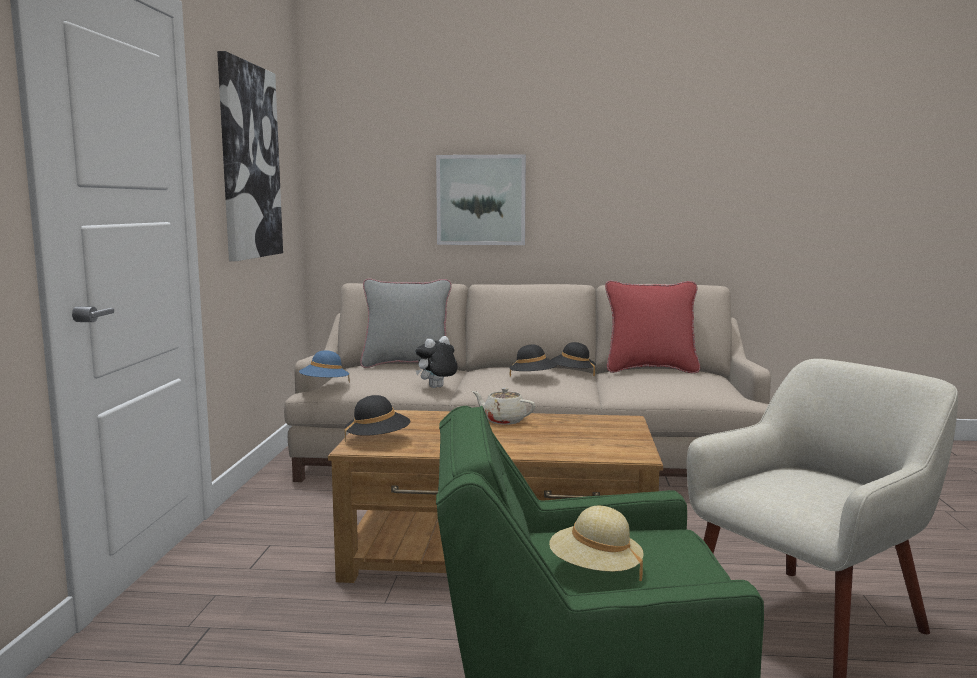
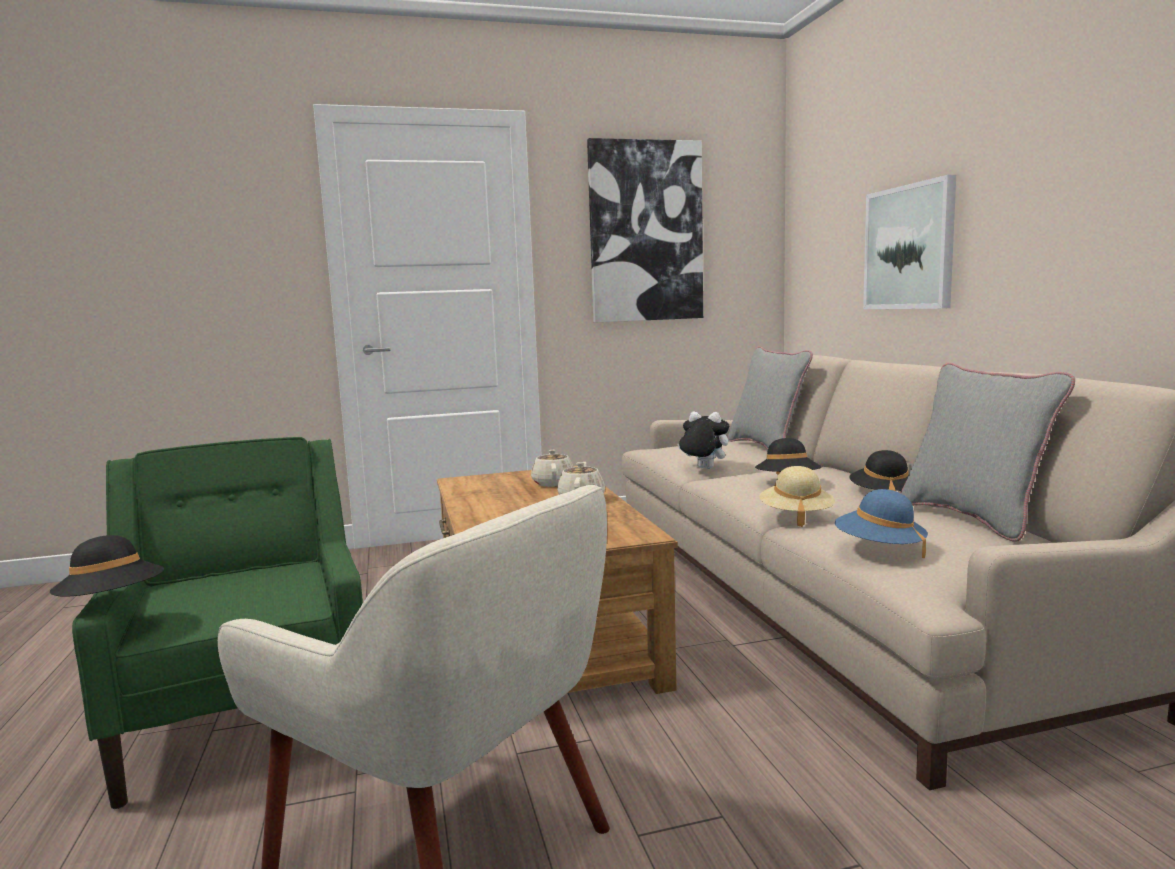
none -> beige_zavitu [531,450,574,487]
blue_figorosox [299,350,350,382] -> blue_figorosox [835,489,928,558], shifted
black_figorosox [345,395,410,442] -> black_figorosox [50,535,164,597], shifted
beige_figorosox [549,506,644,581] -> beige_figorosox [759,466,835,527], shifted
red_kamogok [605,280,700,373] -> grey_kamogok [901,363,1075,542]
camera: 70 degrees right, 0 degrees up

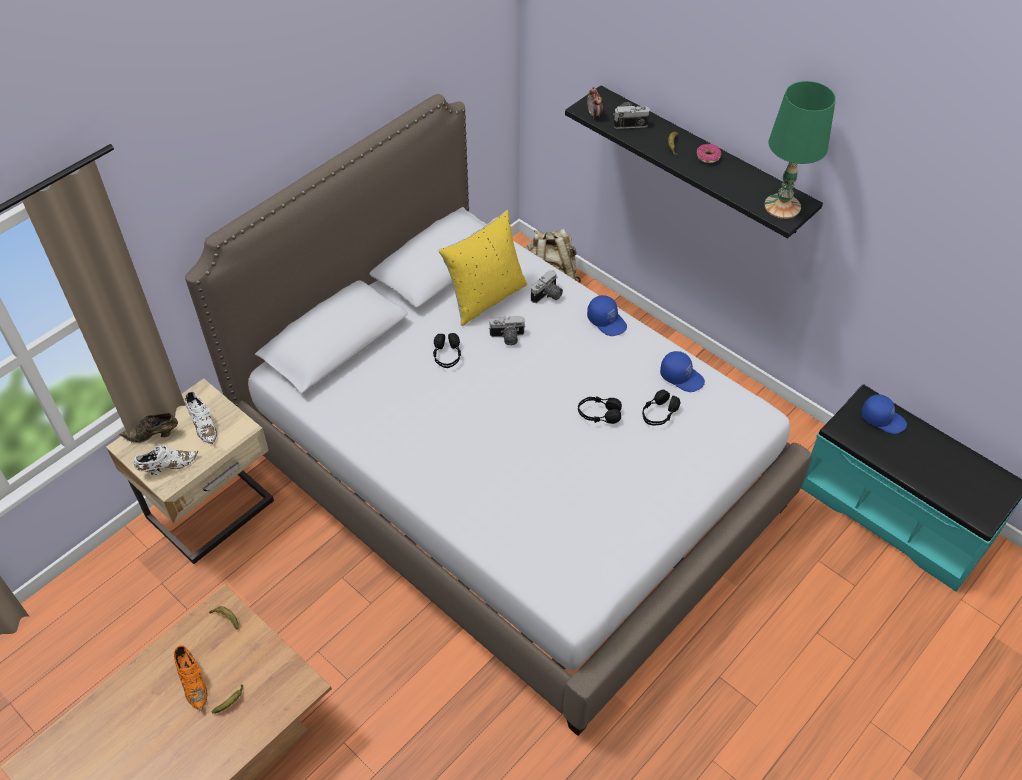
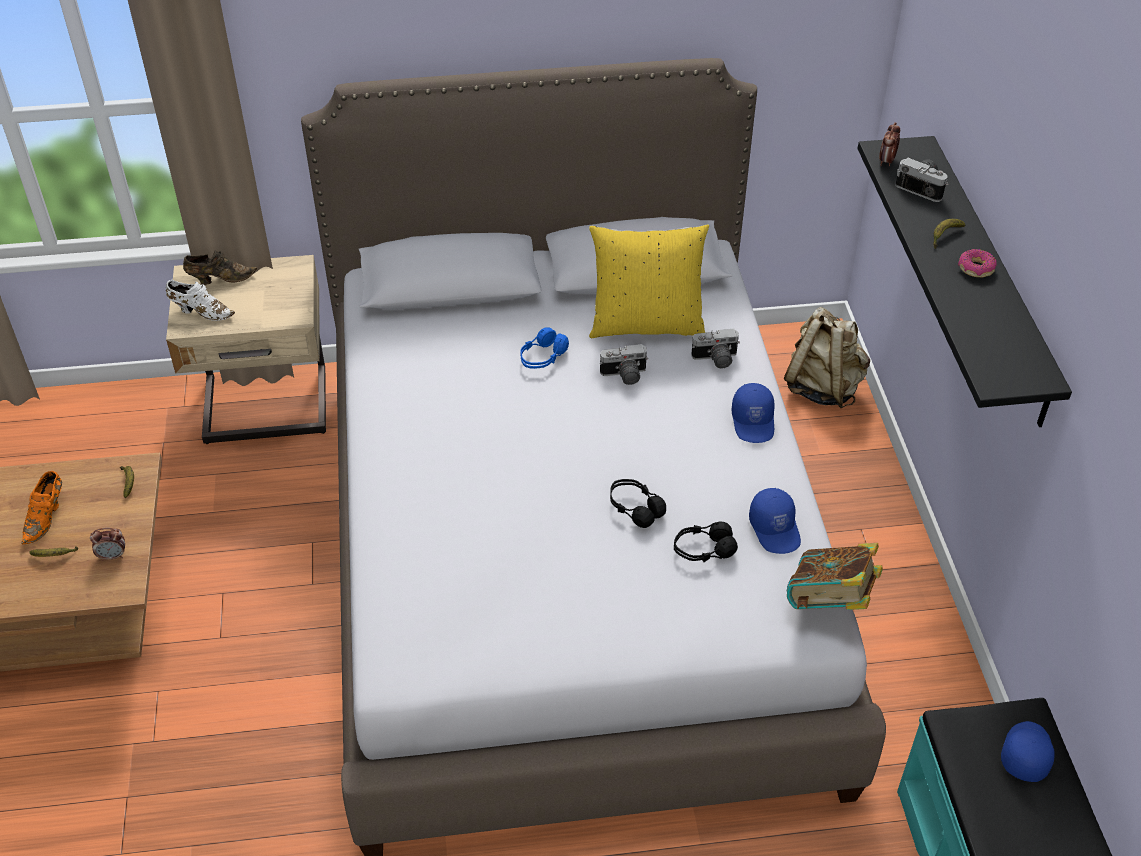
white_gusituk [185,391,217,444] -> none
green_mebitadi [764,81,836,219] -> none
none -> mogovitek [90,528,125,561]
none -> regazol [787,543,883,610]
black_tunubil [433,333,461,368] -> blue_tunubil [520,327,569,369]
brown_gusituk [119,413,178,443] -> brown_gusituk [183,250,257,285], 135 degrees clockwise
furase [489,316,526,346] -> furase [600,344,648,385], 45 degrees counterclockwise
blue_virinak [862,394,907,434] -> blue_virinak [1001,721,1055,782], 135 degrees counterclockwise
camera: 40 degrees right, 5 degrees down

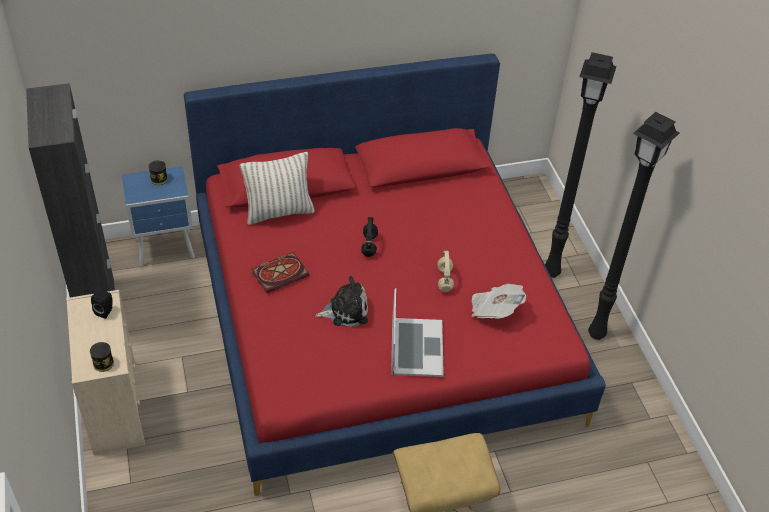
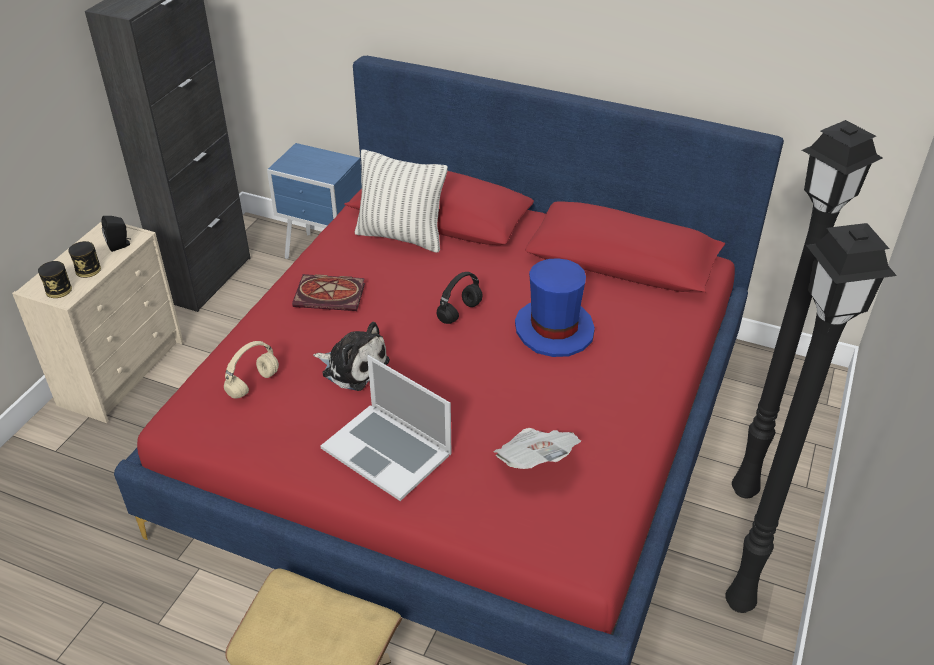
none -> blue_figorosox [515,258,595,357]
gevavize [149,160,168,185] -> gevavize [68,241,101,278], shifted
beige_tunubil [437,251,454,292] -> beige_tunubil [224,341,279,399], shifted
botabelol [391,288,444,377] -> botabelol [321,355,452,501], 90 degrees clockwise
camera: 40 degrees right, 5 degrees down

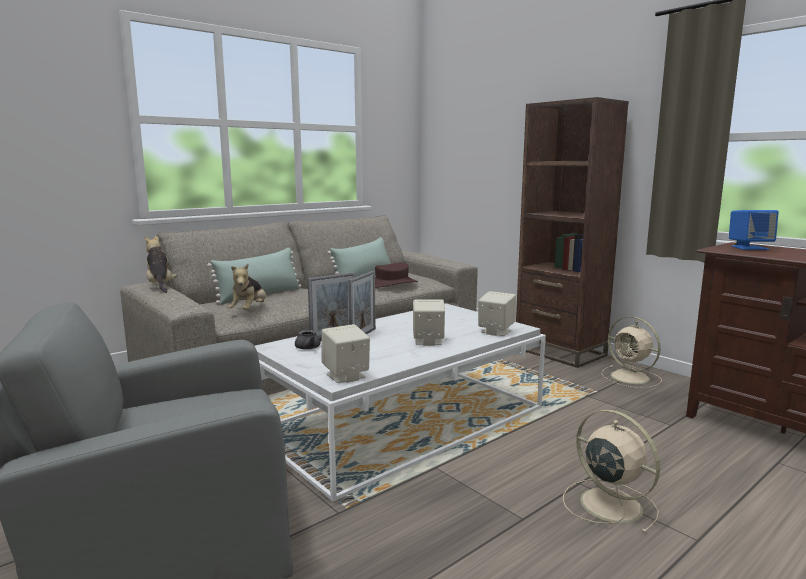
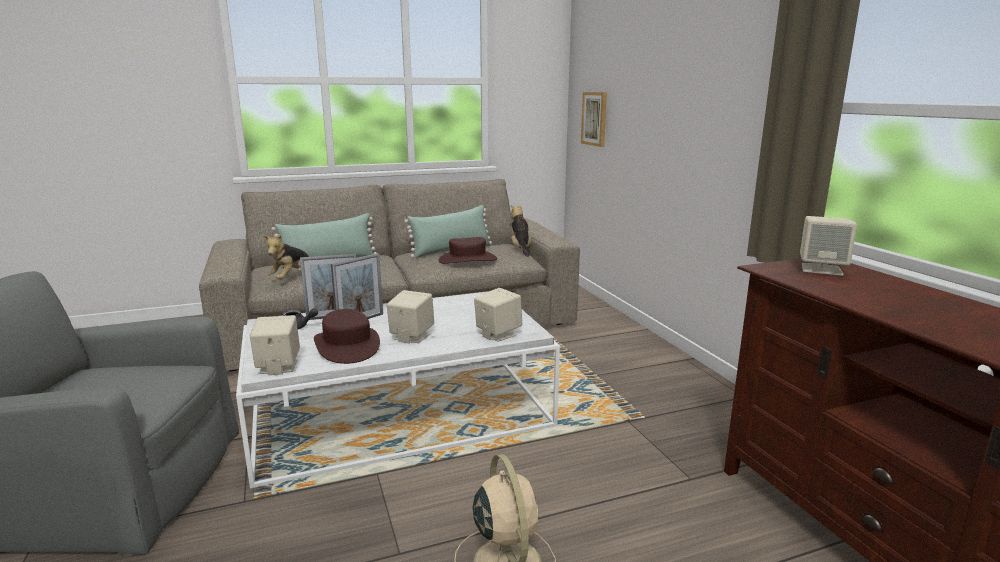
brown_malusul [516,97,629,368] -> none
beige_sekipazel [601,316,662,388] -> none
none -> brown_figorosox [314,309,380,364]
none -> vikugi [581,92,607,147]
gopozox [144,236,177,293] -> gopozox [510,204,532,257], shifted
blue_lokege [729,210,779,250] -> beige_lokege [800,216,857,276]
camera: 20 degrees right, 5 degrees up

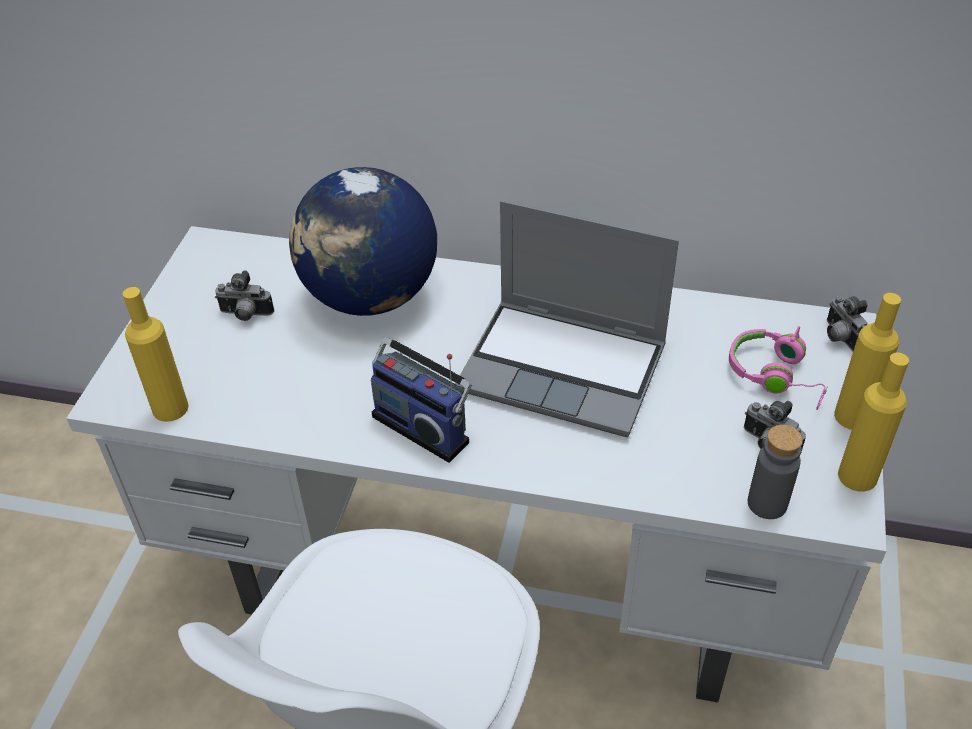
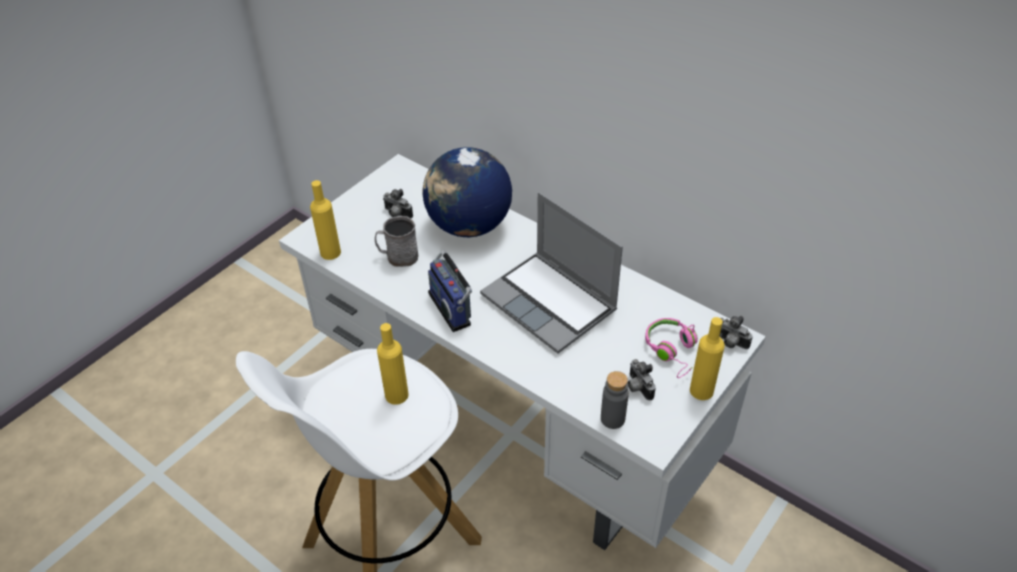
none -> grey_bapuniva [375,216,419,267]
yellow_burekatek [838,352,909,492] -> yellow_burekatek [377,323,409,405], shifted
furase [827,296,868,351] -> furase [719,316,753,349], 60 degrees counterclockwise
camera: 25 degrees right, 0 degrees up

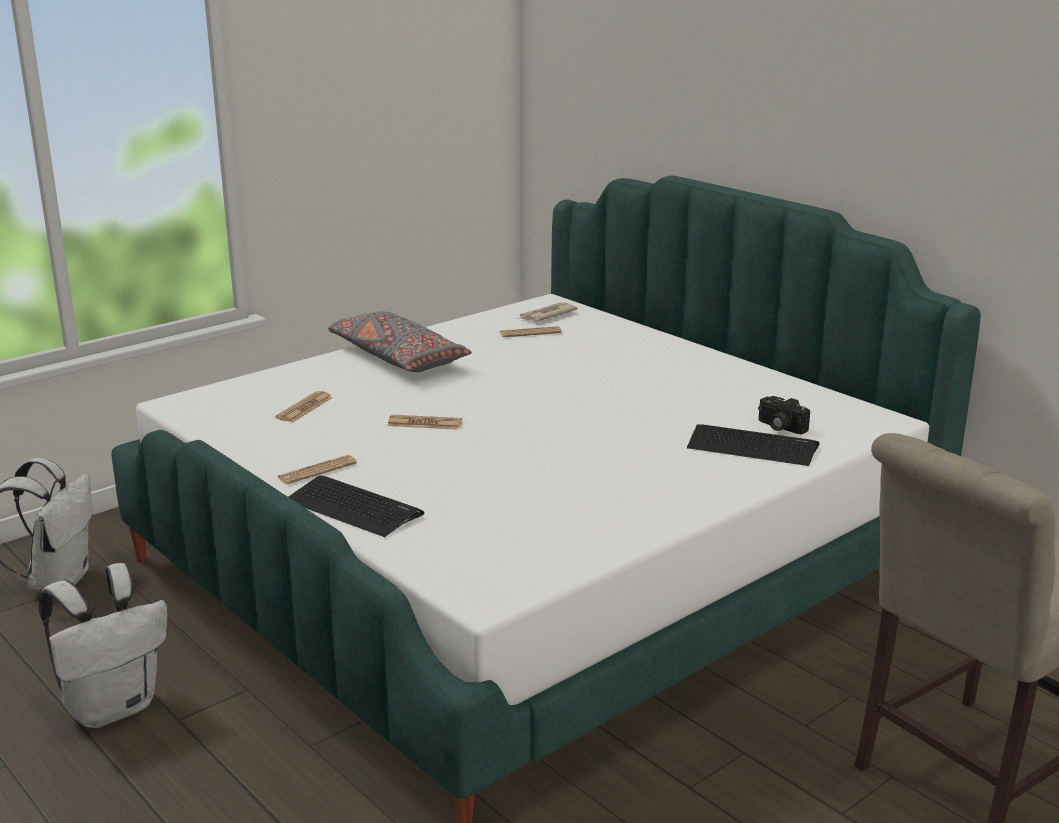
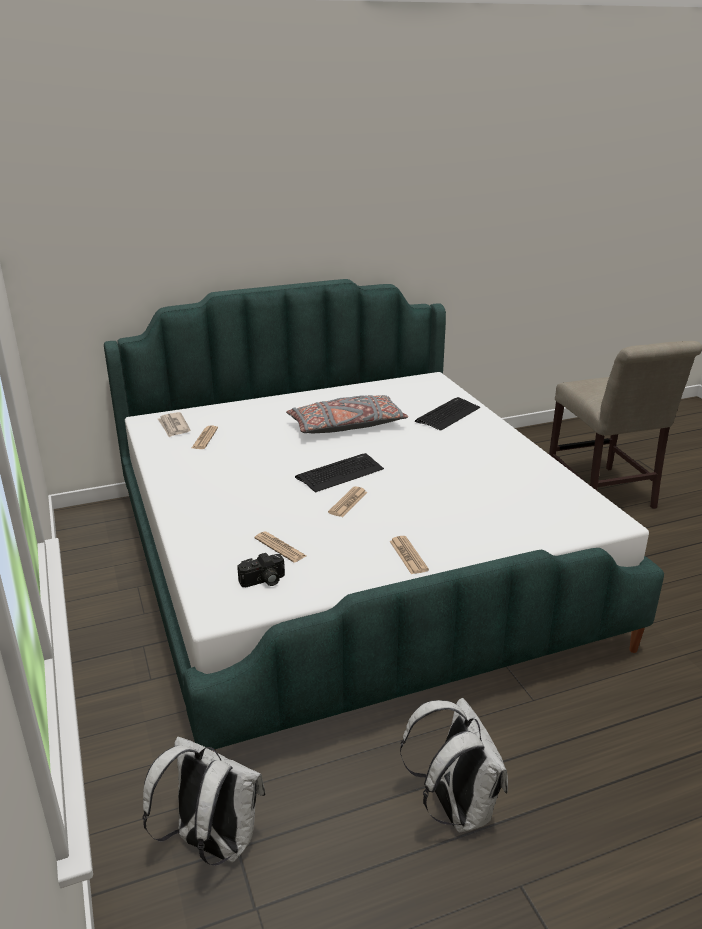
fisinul [288,476,424,537] -> fisinul [295,453,384,492], shifted
grey_kamogok [328,311,472,372] -> grey_kamogok [286,395,408,433], shifted
furase [758,396,810,434] -> furase [237,553,285,587], shifted
camera: 70 degrees left, 5 degrees up

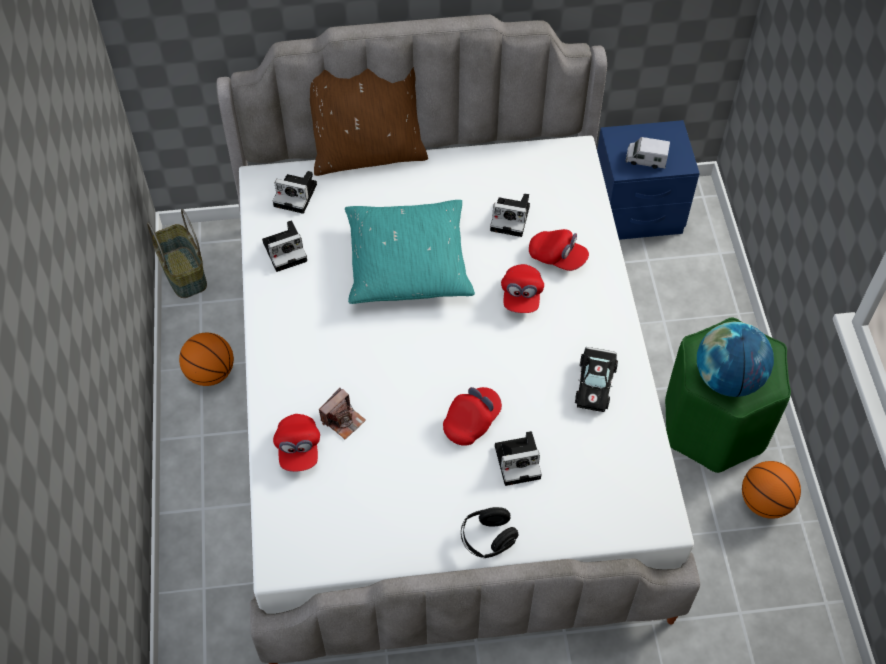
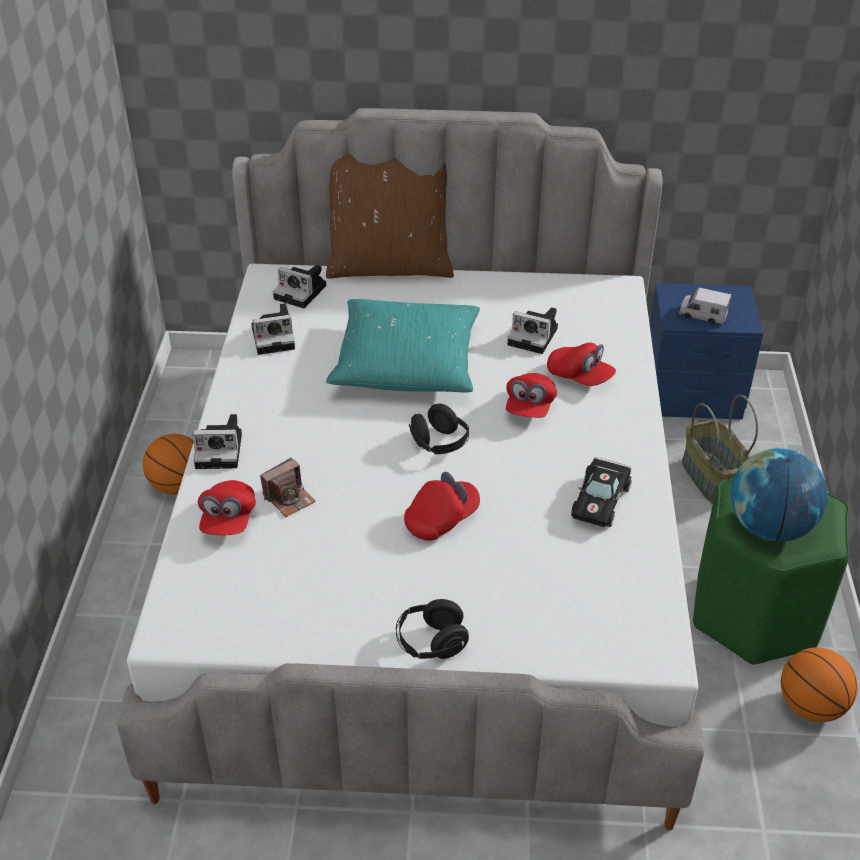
none -> black_tunubil [409,404,469,454]
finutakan [147,209,207,298] -> finutakan [682,395,758,504], shifted
furase [495,431,542,486] -> furase [192,414,242,469], shifted
camera: 10 degrees right, 15 degrees down

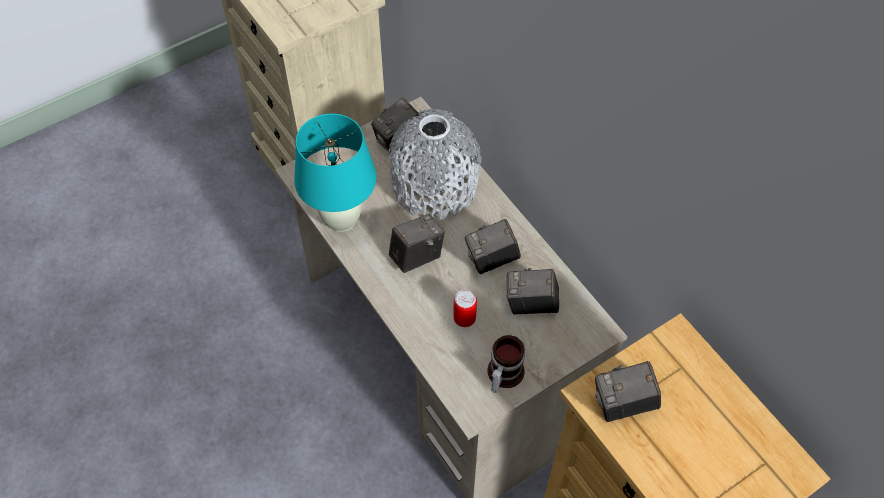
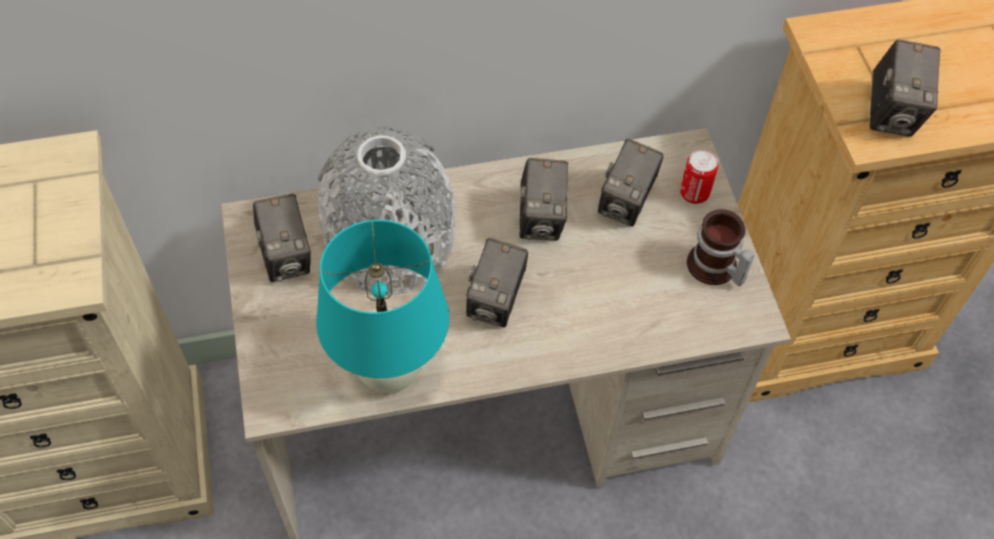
gevavize [453,290,477,327] -> gevavize [680,149,718,204], shifted
furase [389,214,445,273] -> furase [466,238,528,328], 150 degrees counterclockwise
camera: 70 degrees left, 0 degrees up

